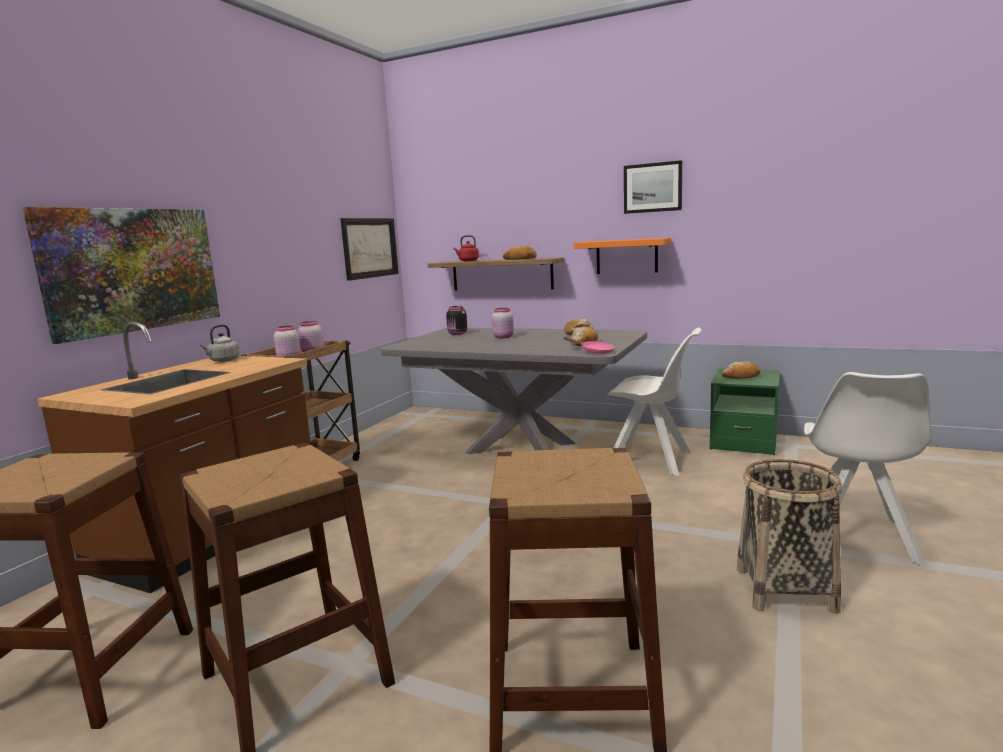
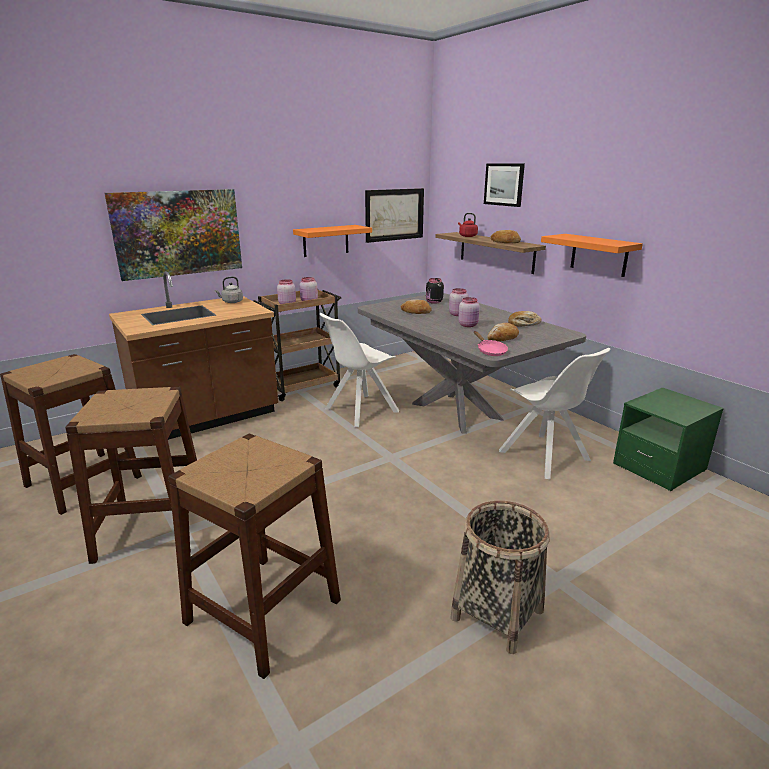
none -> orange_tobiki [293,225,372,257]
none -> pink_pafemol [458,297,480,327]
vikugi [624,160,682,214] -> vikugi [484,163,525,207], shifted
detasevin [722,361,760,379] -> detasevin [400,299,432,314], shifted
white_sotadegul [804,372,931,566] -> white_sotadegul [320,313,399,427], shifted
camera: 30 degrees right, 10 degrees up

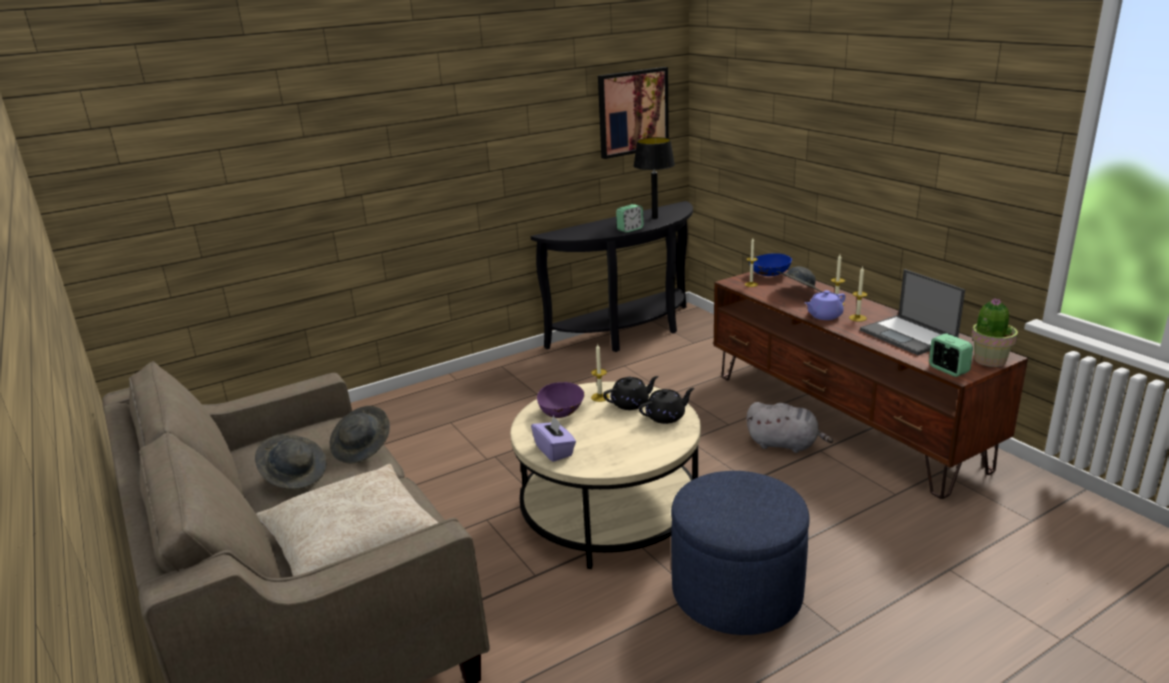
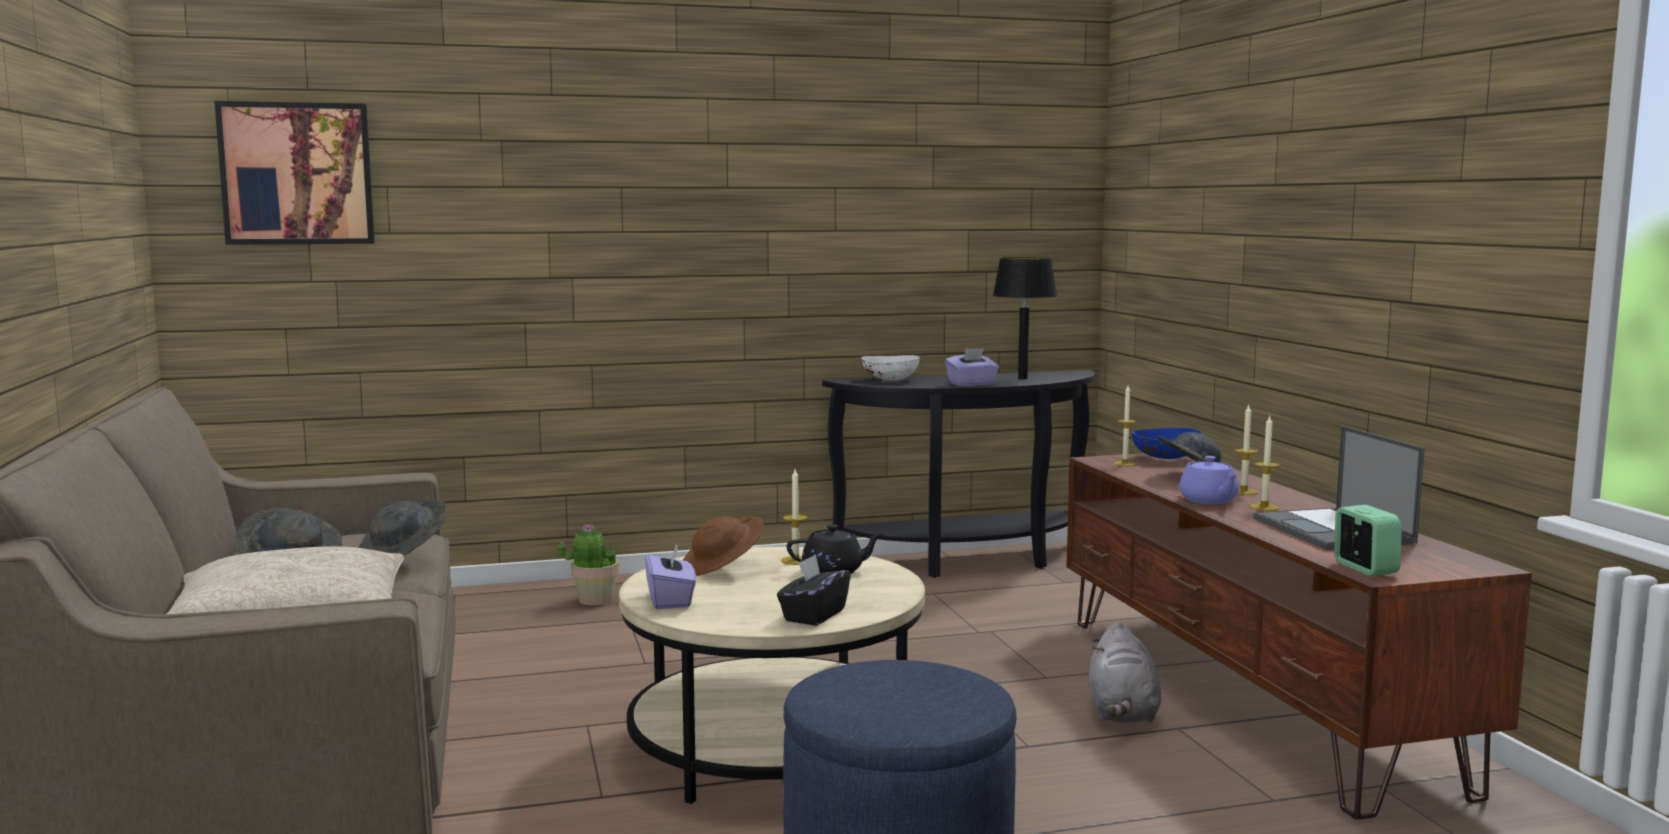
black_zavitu [639,388,694,424] -> none
none -> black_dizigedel [777,554,851,626]
none -> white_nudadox [862,355,919,380]
vikugi [598,67,669,159] -> vikugi [214,101,375,245], shifted
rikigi [971,298,1018,367] -> rikigi [558,523,619,605], shifted
purple_nudadox [537,382,585,418] -> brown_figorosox [683,516,763,576]
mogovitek [616,204,644,233] -> purple_dizigedel [945,348,999,386]
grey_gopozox [746,402,833,453] -> grey_gopozox [1089,622,1161,723], 60 degrees clockwise
purple_zavitu [805,290,846,320] -> purple_zavitu [1179,456,1239,504], 90 degrees counterclockwise
camera: 15 degrees right, 15 degrees down

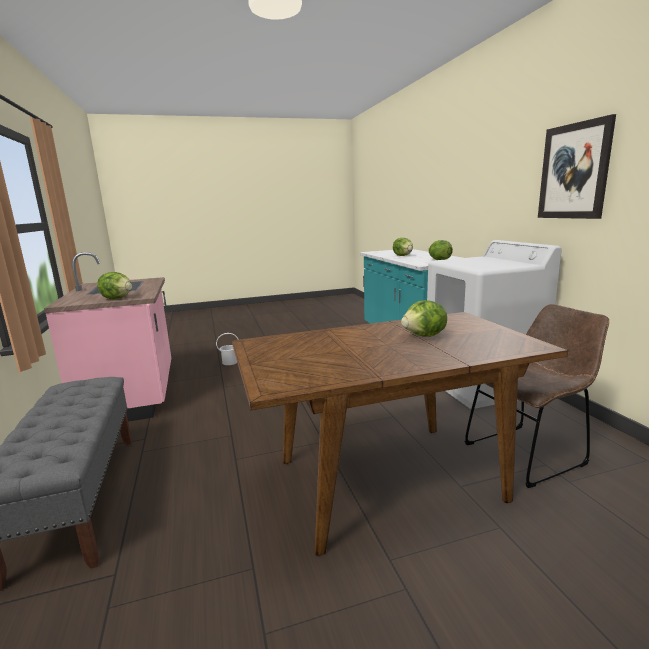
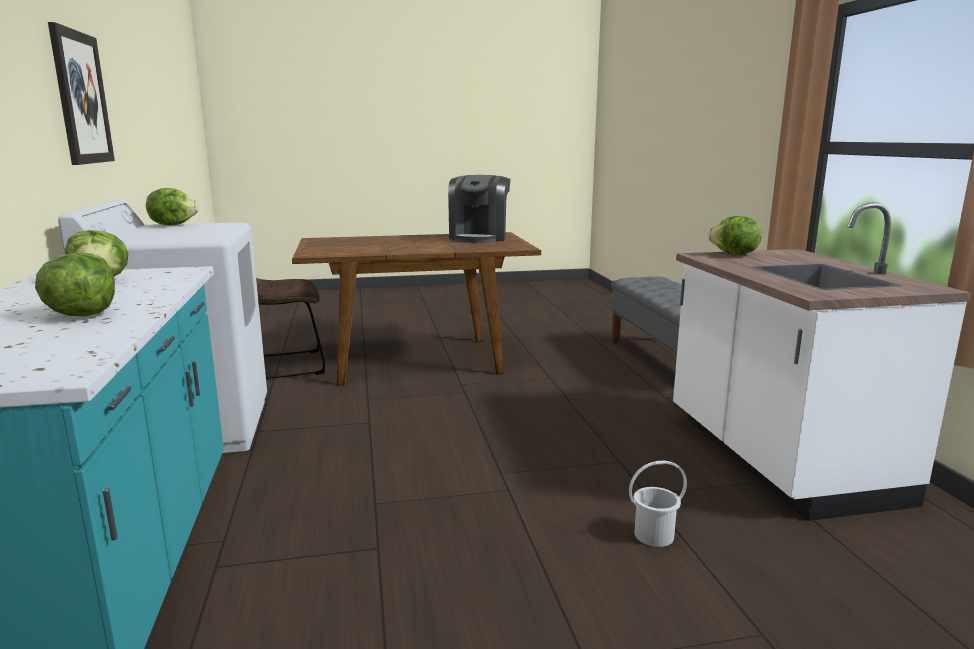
none -> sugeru [448,175,510,243]
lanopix [401,300,447,337] -> lanopix [146,188,199,226], shifted
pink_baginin [44,252,171,422] -> white_baginin [673,202,971,521]
camera: 175 degrees left, 0 degrees up

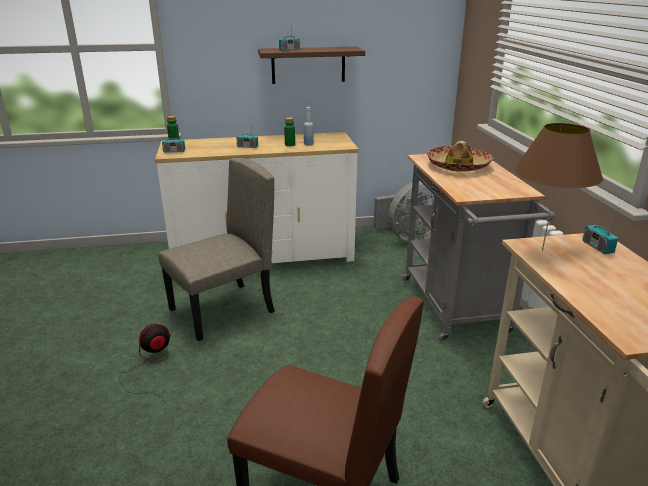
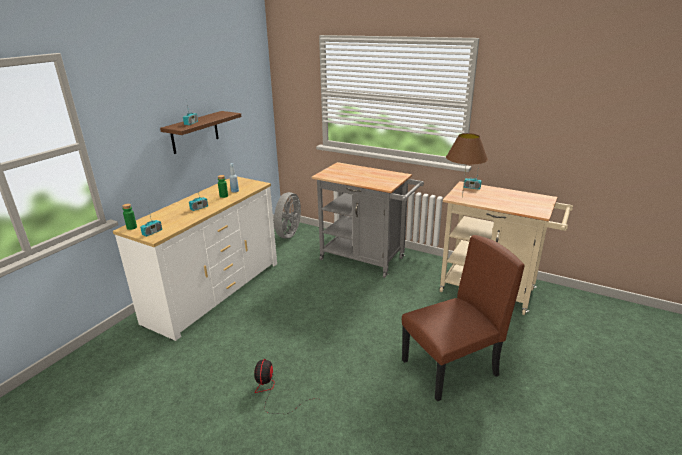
beige_sotadegul [158,158,275,341] -> none
figorosox [427,141,493,172] -> none
camera: 50 degrees left, 0 degrees up

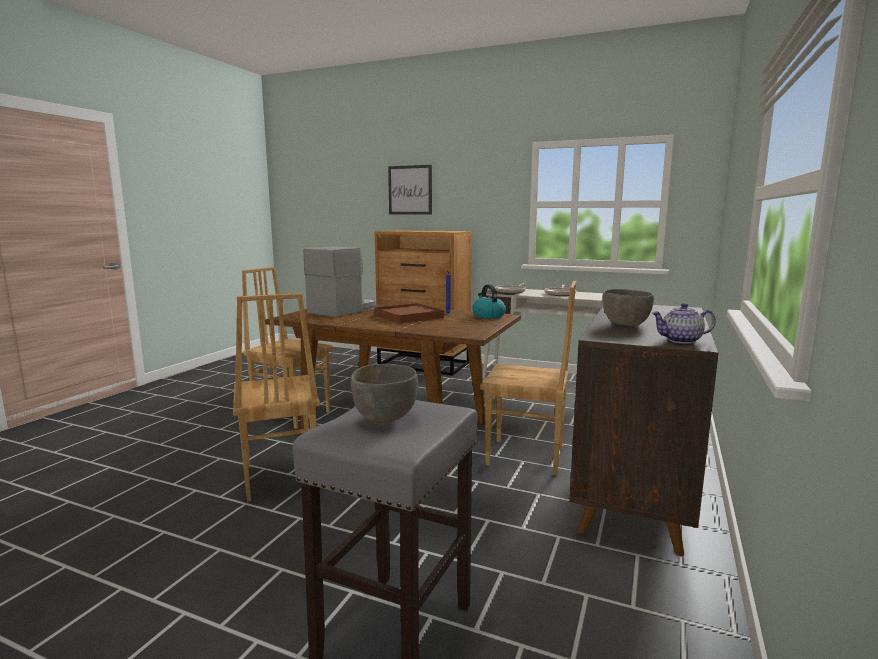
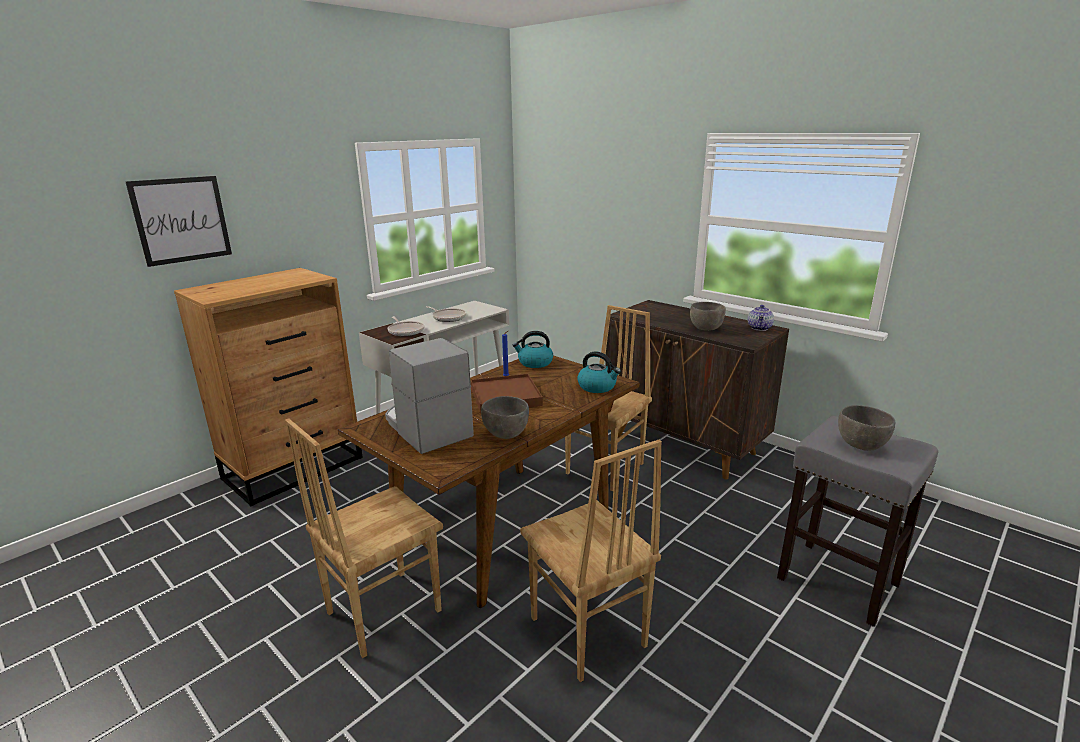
none -> grey_nudadox [481,396,529,439]
none -> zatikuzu [577,351,621,393]
brown_sotadegul [233,293,320,502] -> brown_sotadegul [520,440,662,682], 60 degrees clockwise
camera: 70 degrees left, 10 degrees up

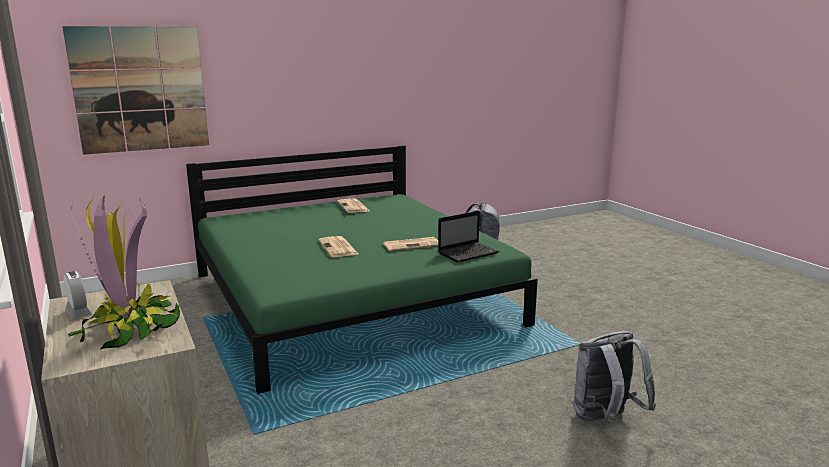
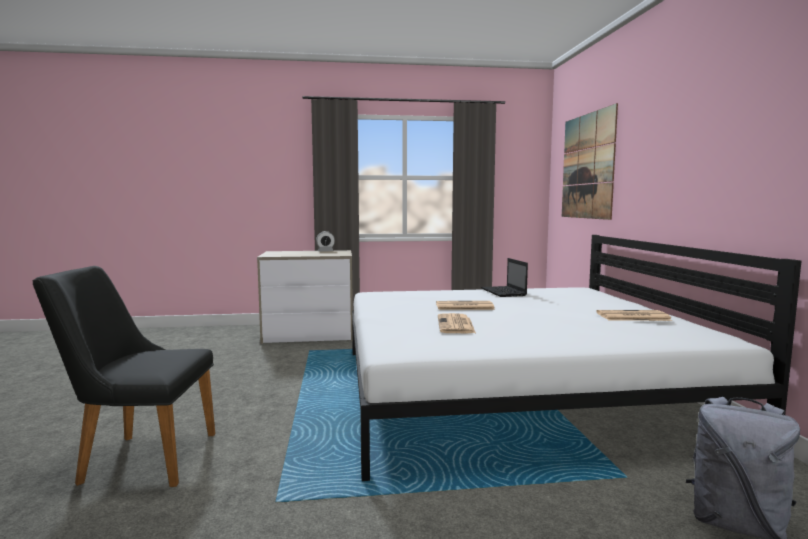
rikigi [68,192,181,350] -> none
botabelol [438,211,499,263] -> botabelol [481,258,528,297], shifted
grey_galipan [573,331,656,422] -> black_sotadegul [32,266,215,487]
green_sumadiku [186,145,538,394] -> white_sumadiku [352,235,801,481]
camera: 110 degrees right, 10 degrees down

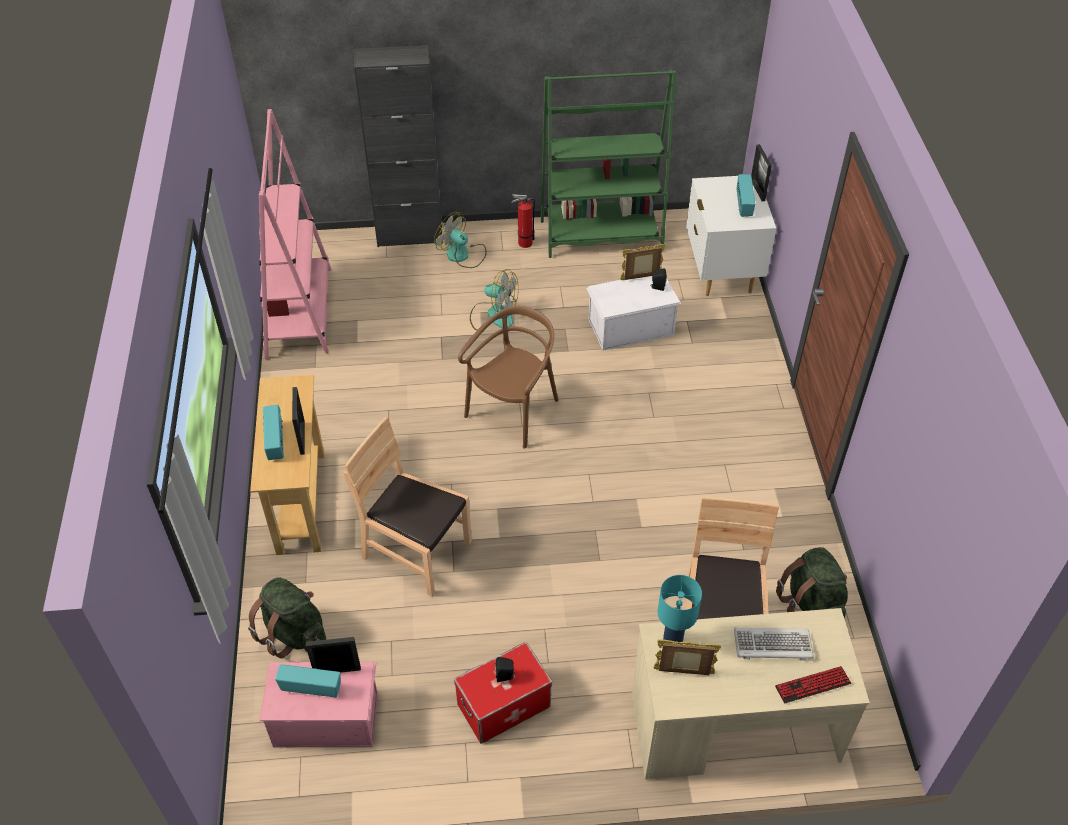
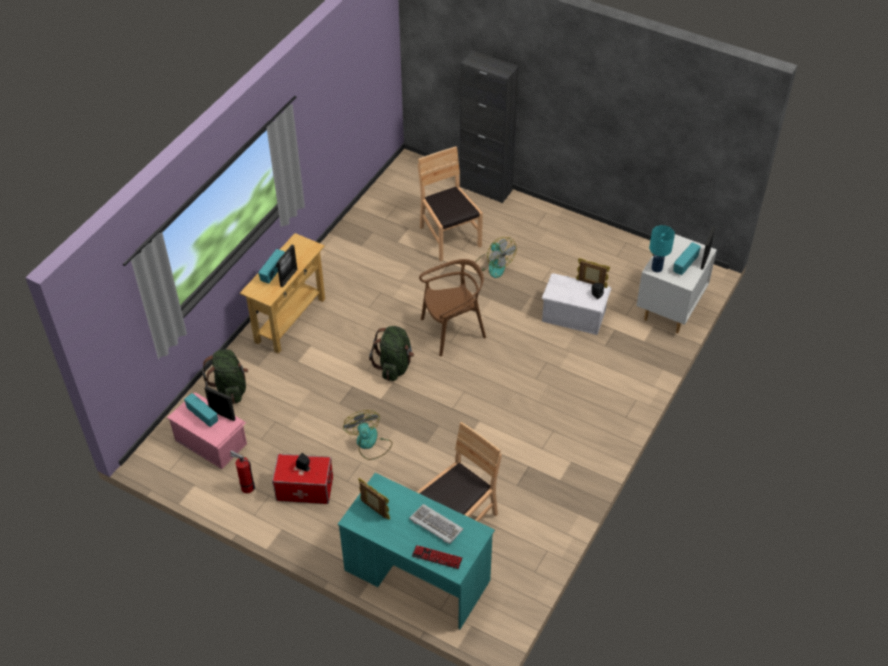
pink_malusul [259,109,332,359] -> none
green_malusul [541,70,676,258] -> none
brown_sotadegul [344,417,472,597] -> brown_sotadegul [418,146,483,261], shifted
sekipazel [434,212,487,268] -> sekipazel [343,410,392,460], shifted
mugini [511,194,535,248] -> mugini [230,450,256,493], shifted
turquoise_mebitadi [657,575,702,642] -> turquoise_mebitadi [649,225,675,272], shifted
green_galipan [776,547,848,618] -> green_galipan [369,326,414,381], shifted
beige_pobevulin [632,608,870,780] -> turquoise_pobevulin [338,473,495,629]
camera: 35 degrees right, 0 degrees up

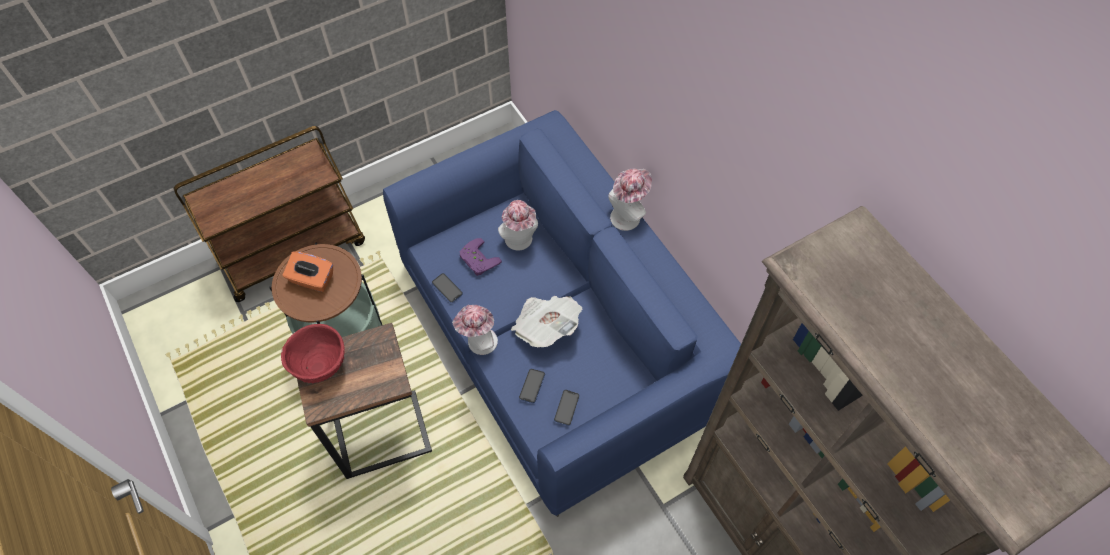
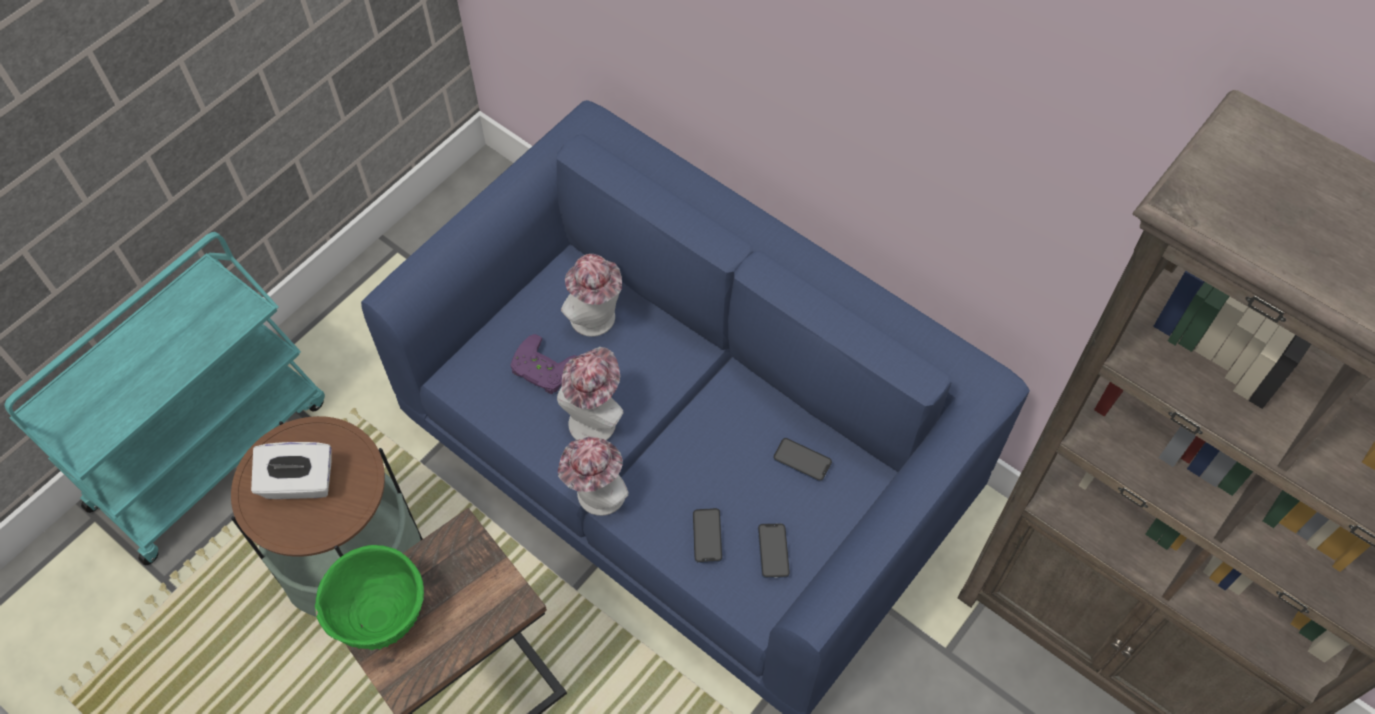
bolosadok [511,296,582,347] -> none
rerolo [432,273,463,303] -> rerolo [773,438,832,482], shifted
figorosox [608,168,652,231] -> figorosox [557,347,624,440], shifted
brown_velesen [174,126,365,302] -> turquoise_velesen [5,232,325,565]
red_nudadox [281,324,345,383] -> green_nudadox [315,545,424,650]
orange_dizigedel [283,251,333,292] -> white_dizigedel [251,442,332,499]
camera: 20 degrees left, 0 degrees up

